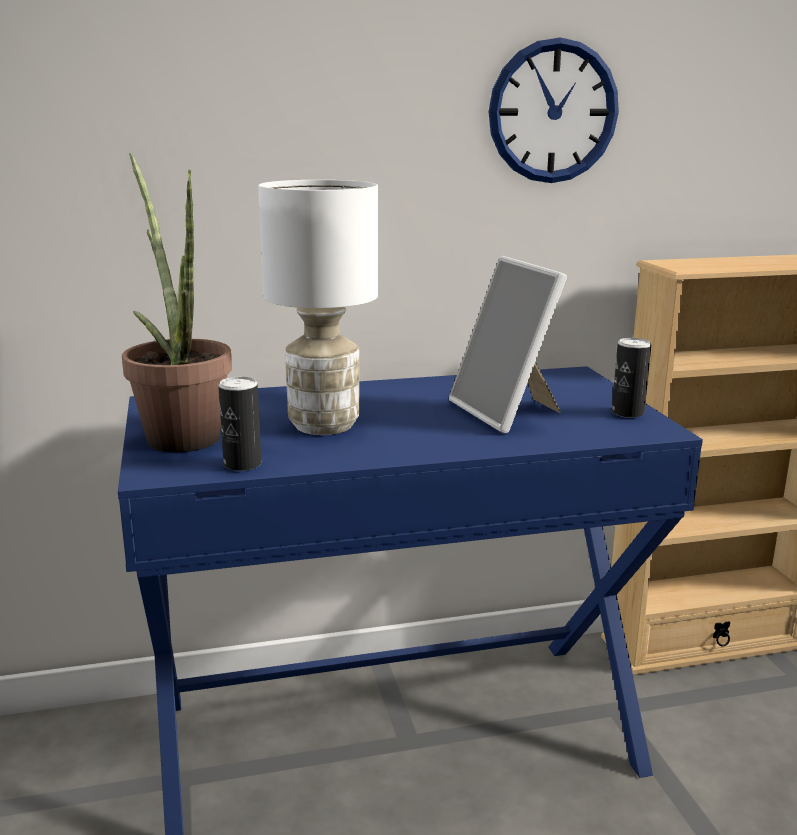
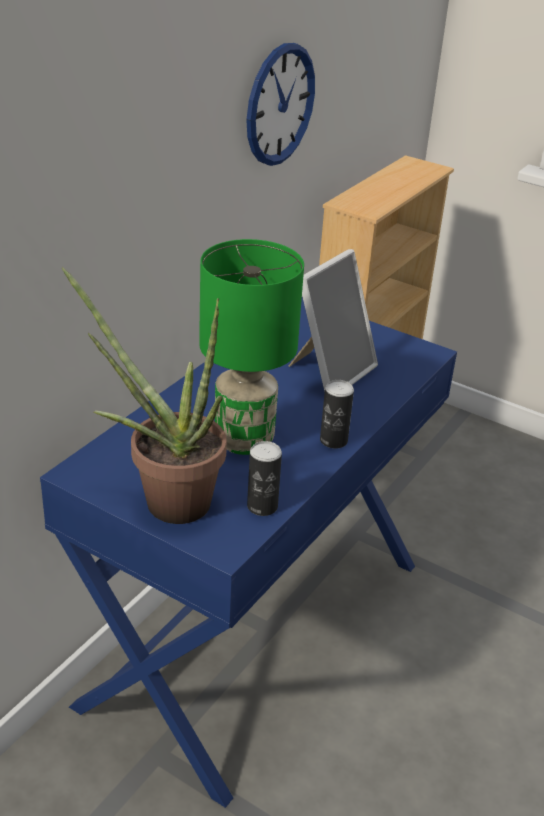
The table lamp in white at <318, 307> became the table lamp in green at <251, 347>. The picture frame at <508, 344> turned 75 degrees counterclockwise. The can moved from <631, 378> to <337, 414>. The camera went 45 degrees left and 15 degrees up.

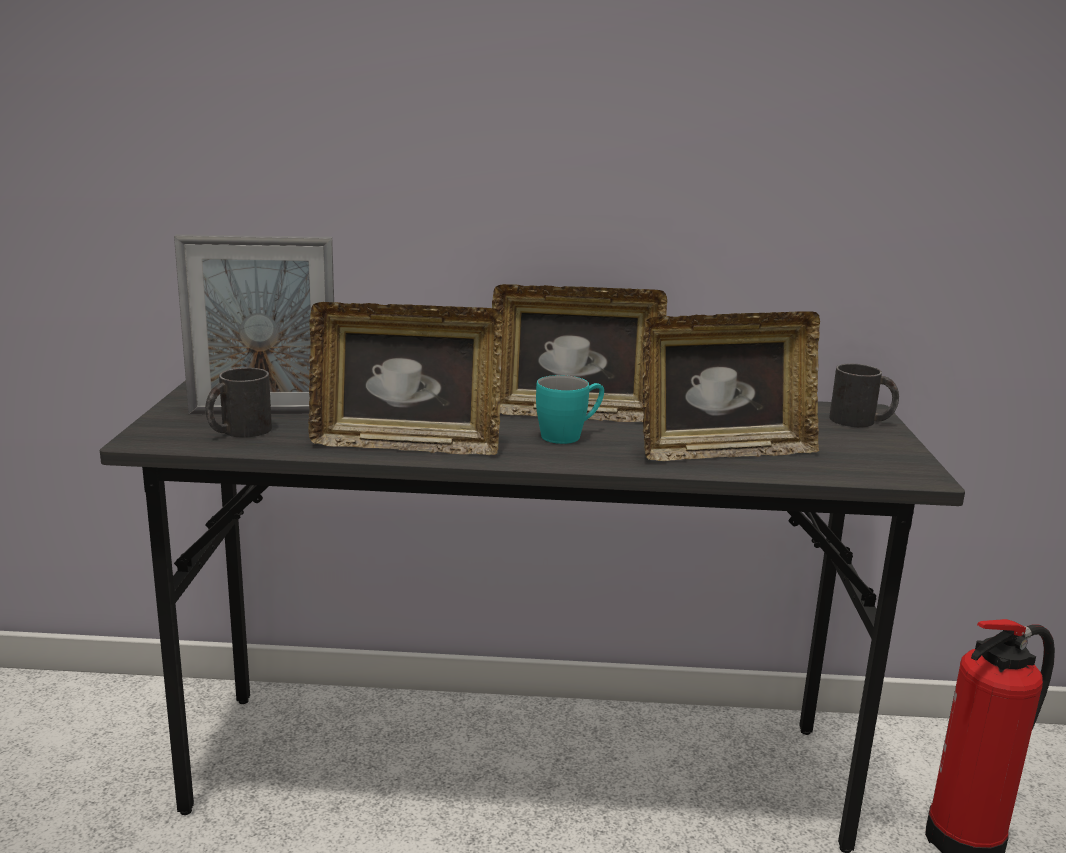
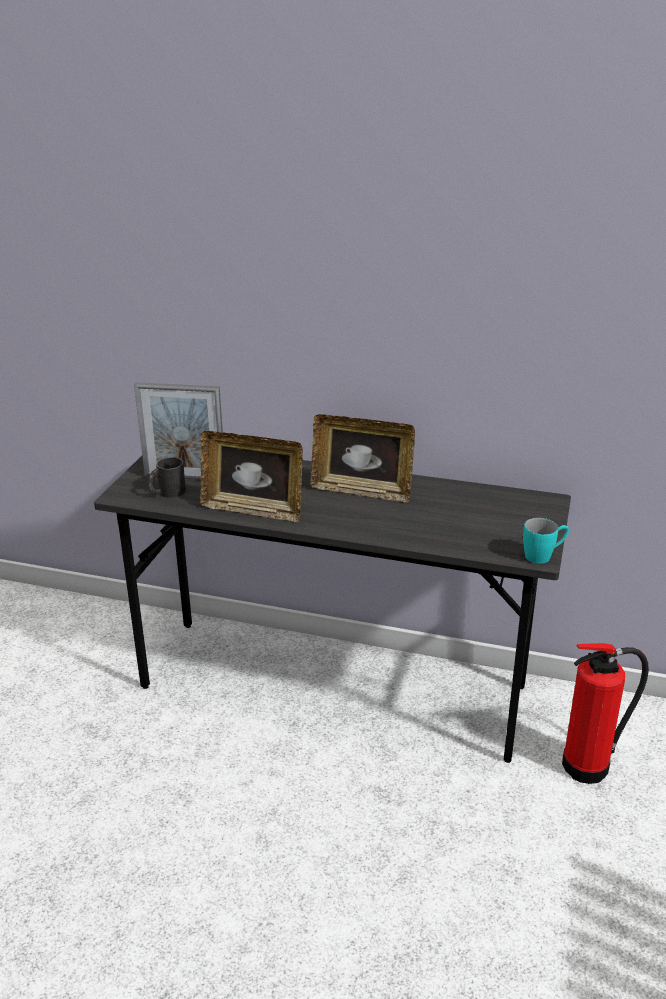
The picture frame at <731, 386> disappeared. The mug in black at <864, 395> disappeared. The mug in turquoise moved from <570, 409> to <546, 541>. The camera went 15 degrees right and 10 degrees up.

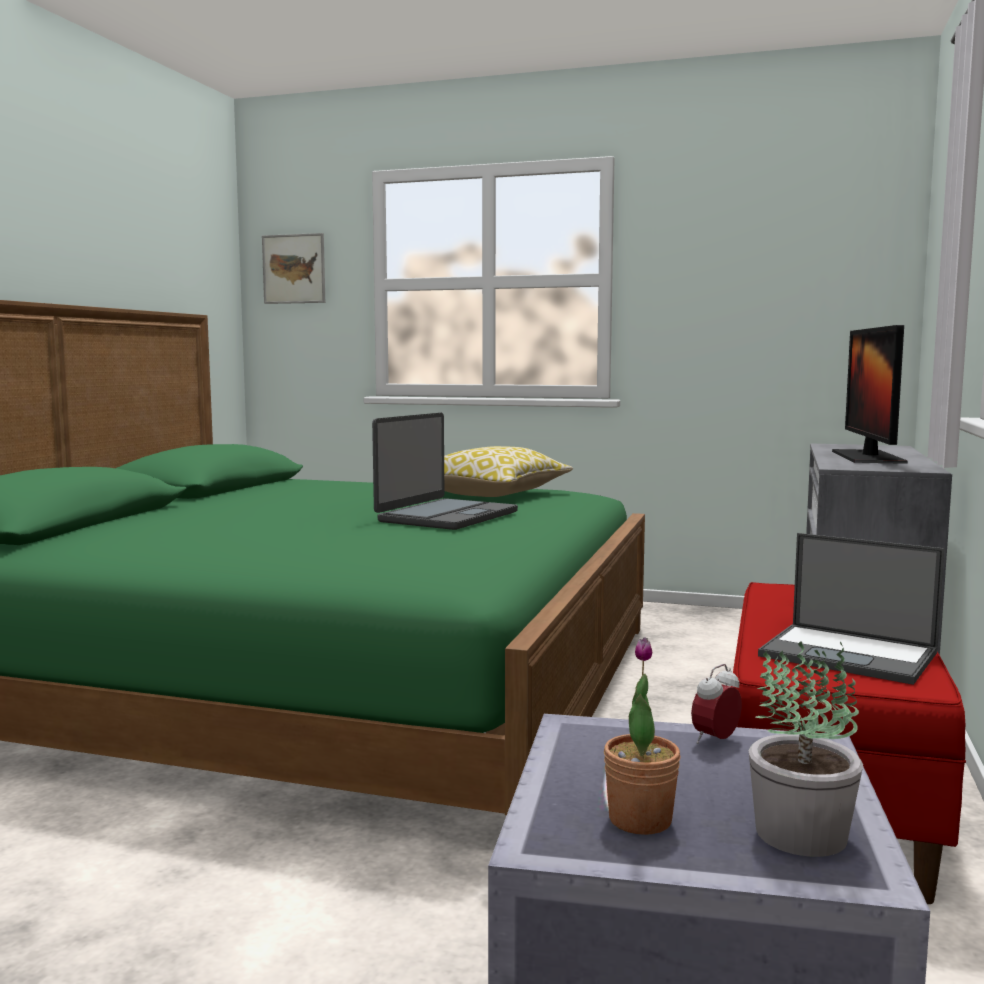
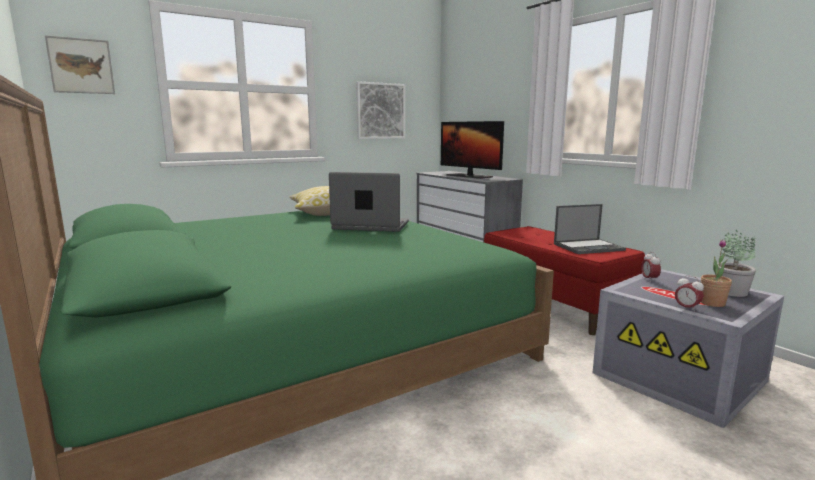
The laptop at <445, 471> turned 60 degrees counterclockwise. The picture at <380, 110> appeared. The alarm clock at <689, 293> appeared. The camera went 50 degrees left and 5 degrees up.

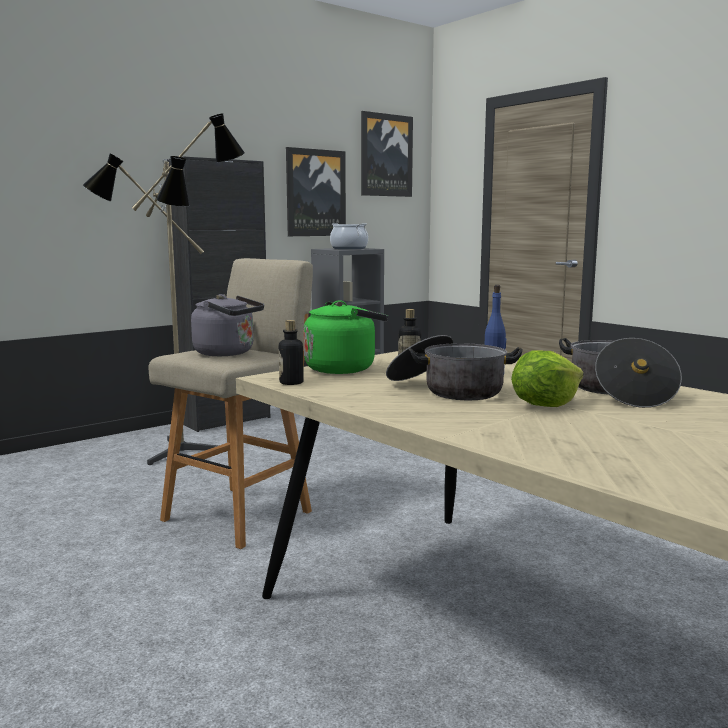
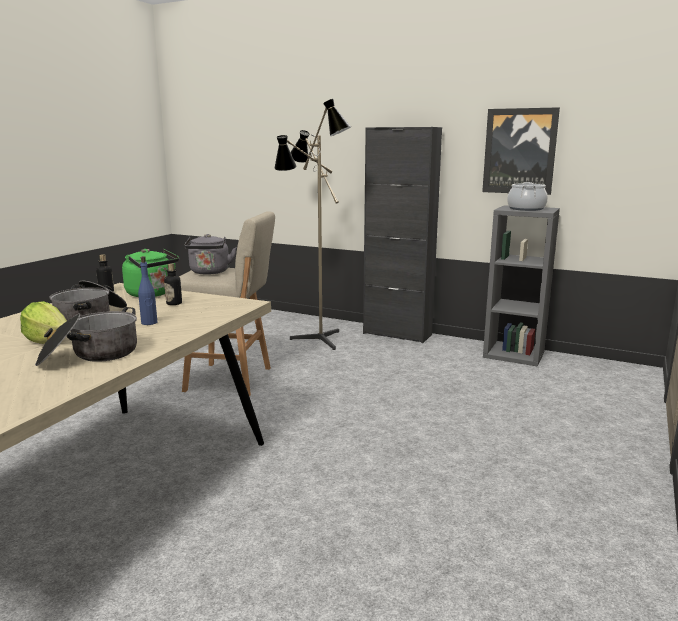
The picture at <387, 154> disappeared. The camera went 65 degrees right and 5 degrees up.

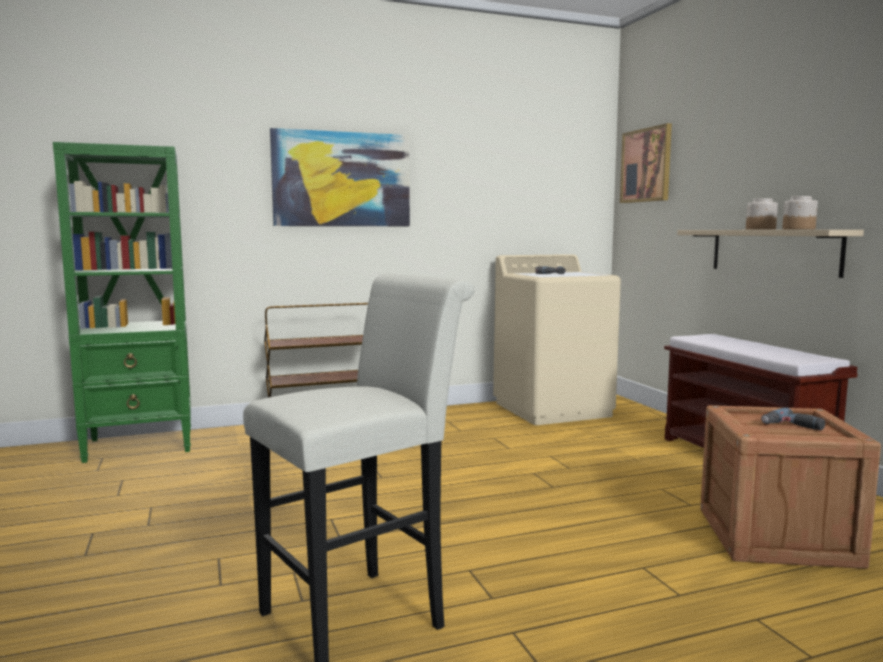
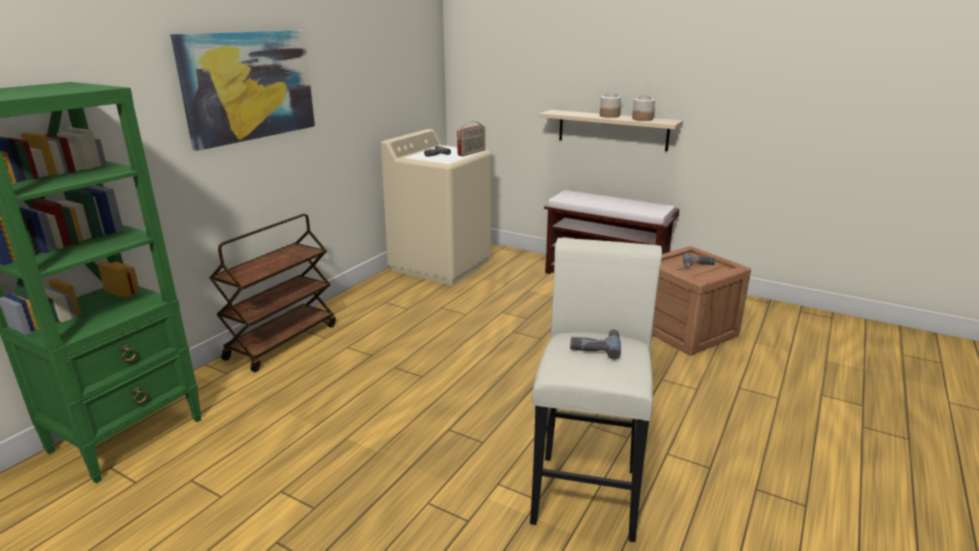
The picture at <646, 163> disappeared. The radio at <471, 138> appeared. The power drill at <595, 344> appeared. The camera went 40 degrees left and 15 degrees up.

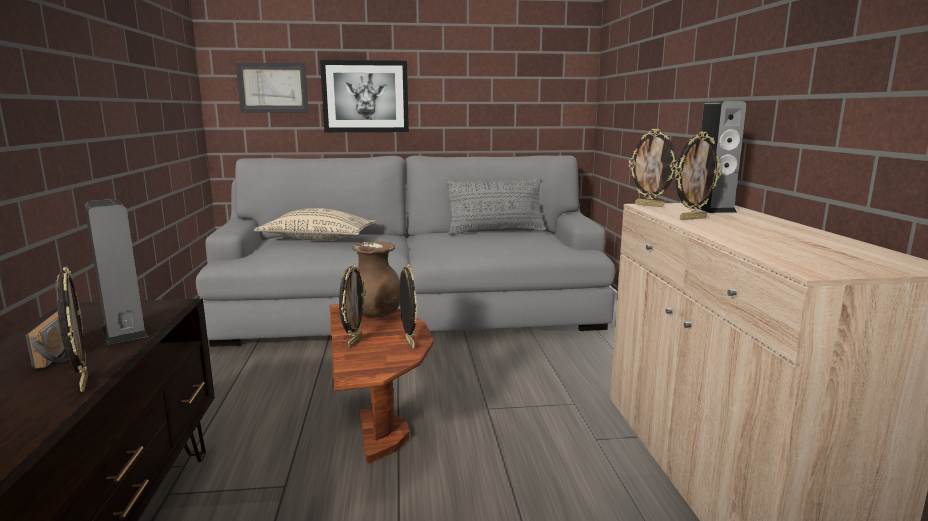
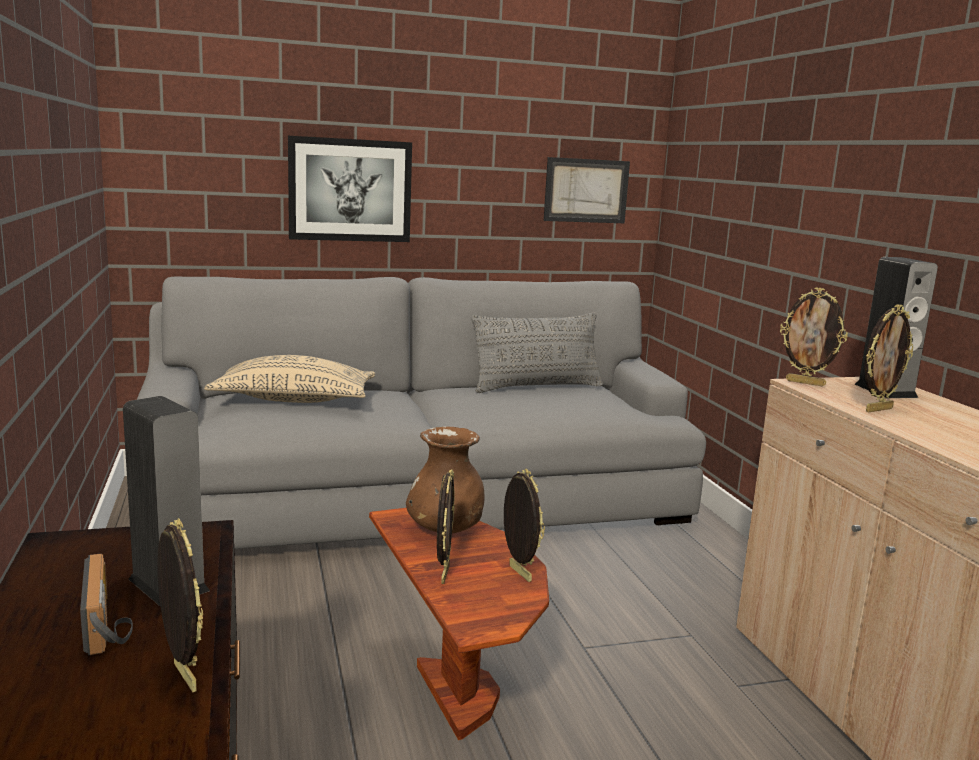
The picture moved from <272, 87> to <587, 190>. The camera went 10 degrees left and 0 degrees up.

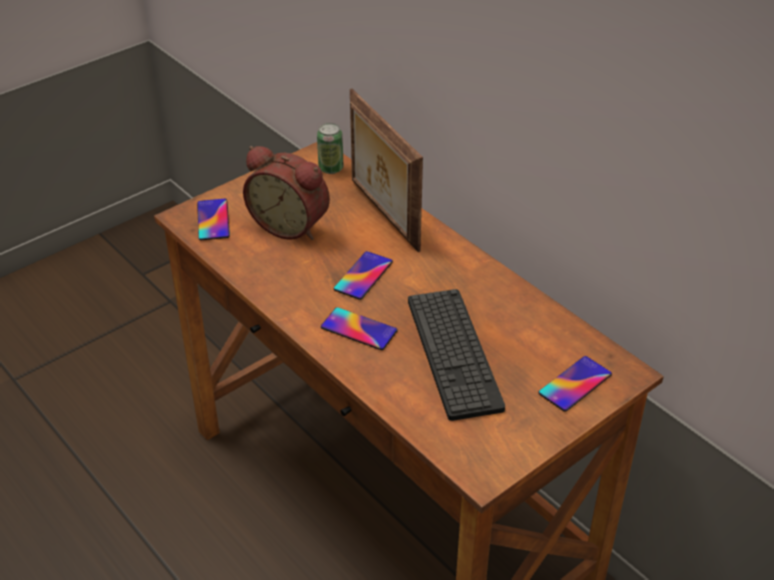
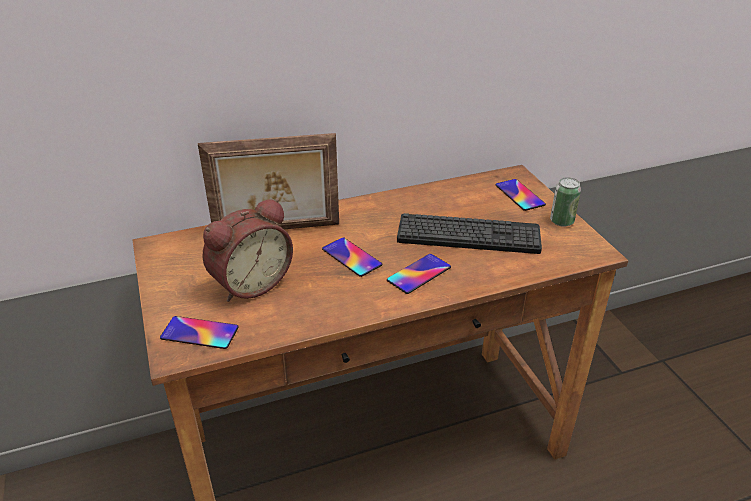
The can moved from <330, 148> to <565, 202>. The camera went 70 degrees left and 5 degrees down.

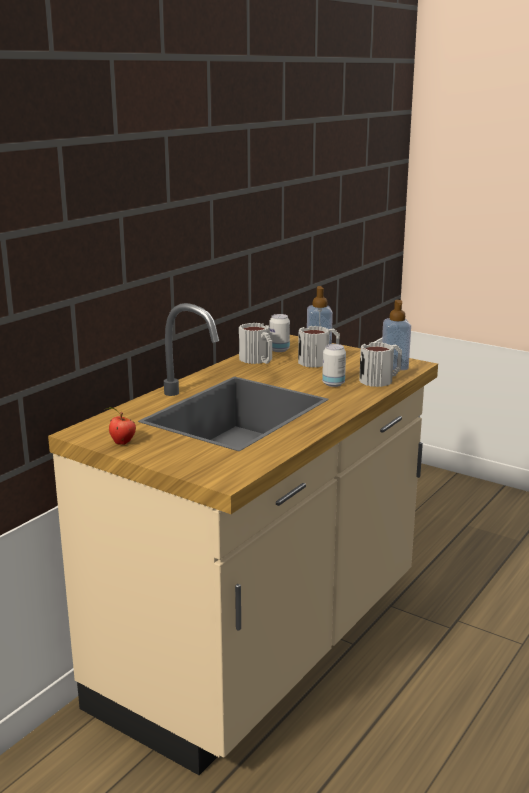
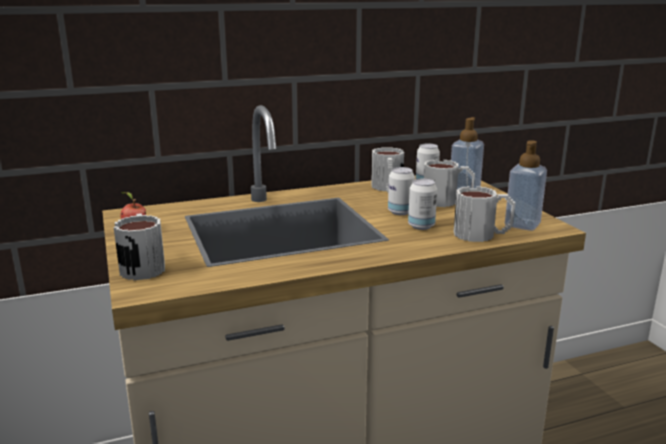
The can at <401, 191> appeared. The mug at <139, 246> appeared. The camera went 35 degrees right and 0 degrees up.

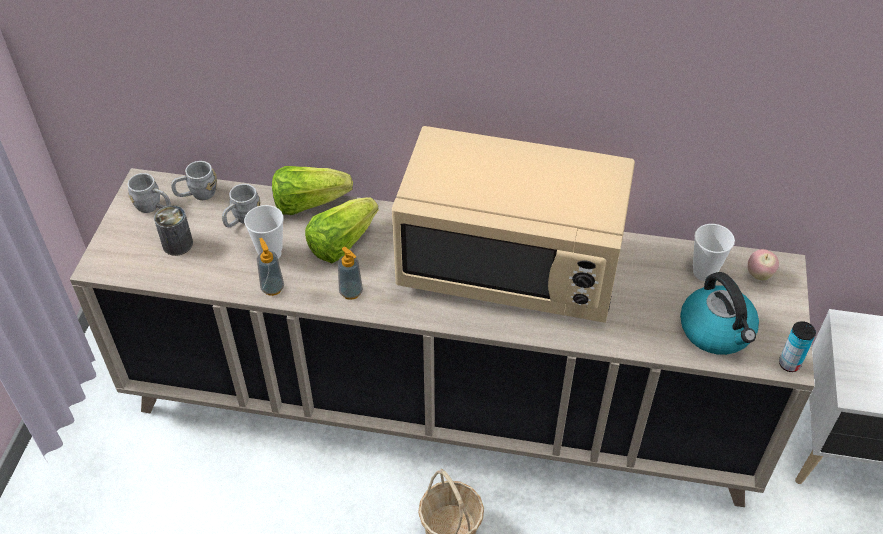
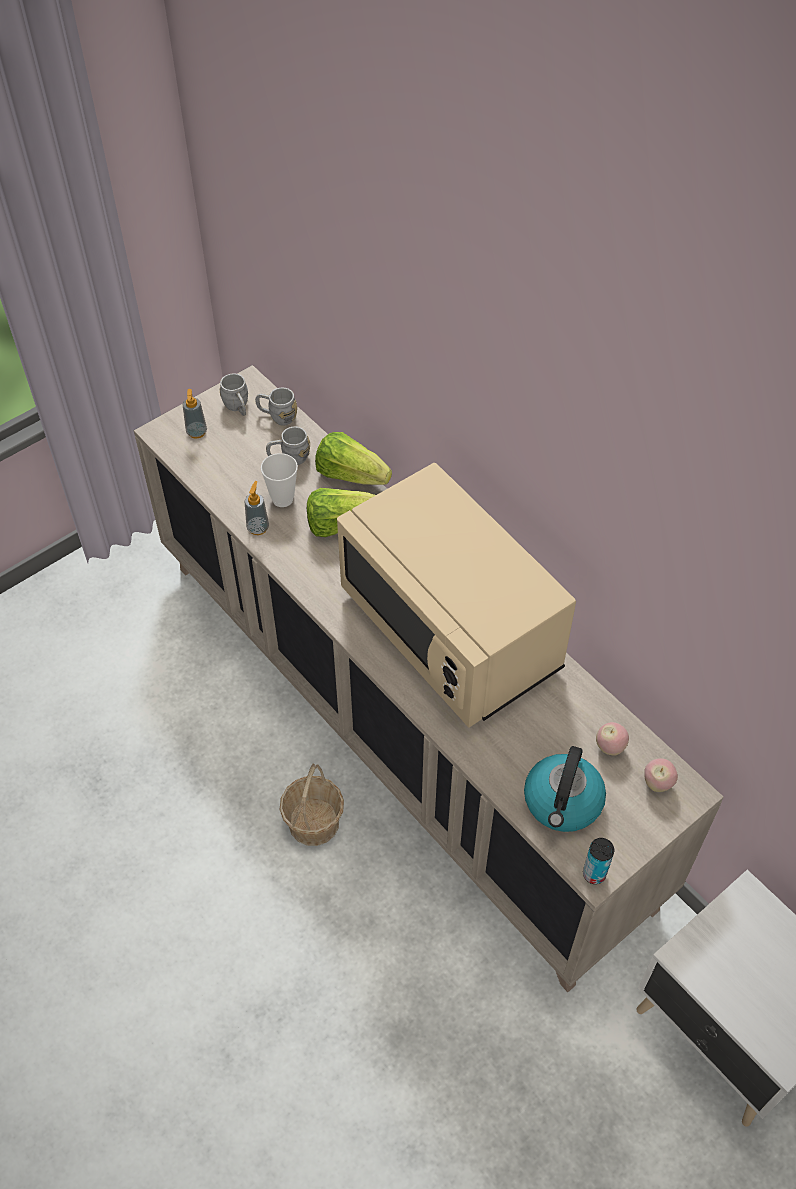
The can at <173, 230> disappeared. The cup at <714, 252> was replaced by the apple at <612, 739>. The soap dispenser moved from <350, 273> to <194, 414>. The camera went 40 degrees right and 5 degrees up.

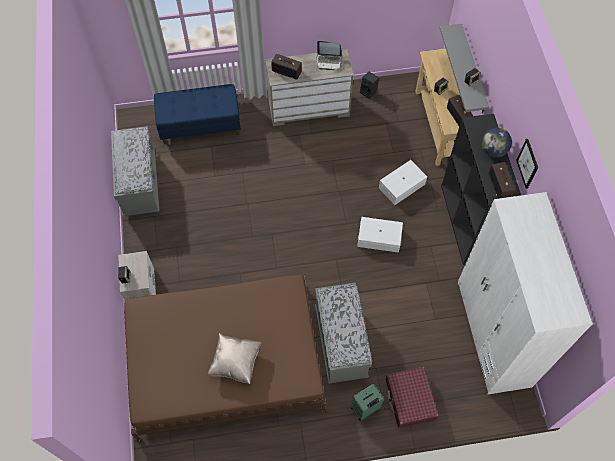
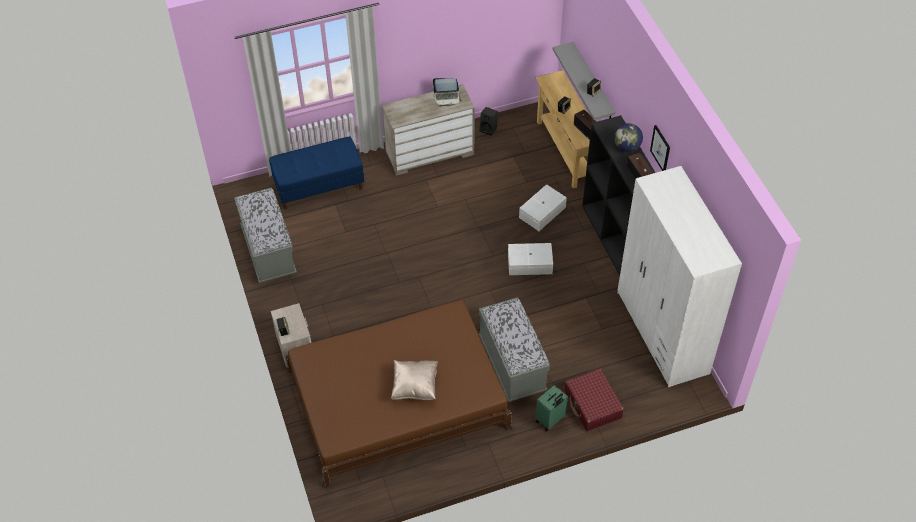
The radio at <286, 67> disappeared. The camera went 10 degrees left and 10 degrees down.

